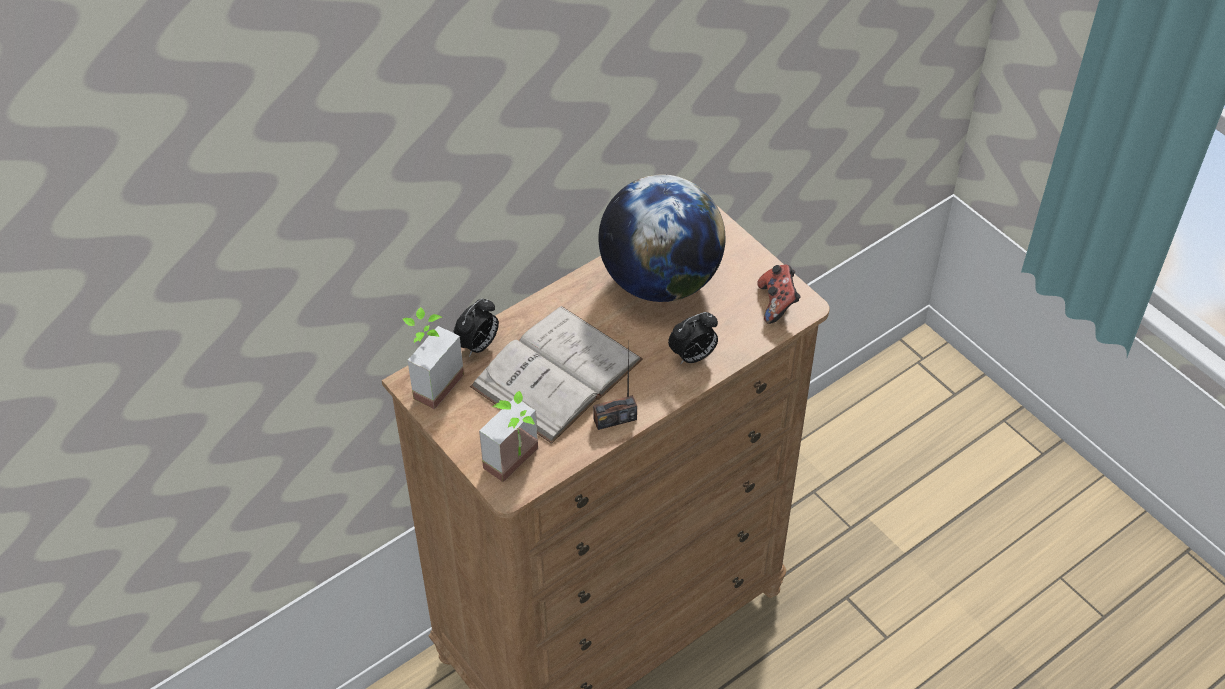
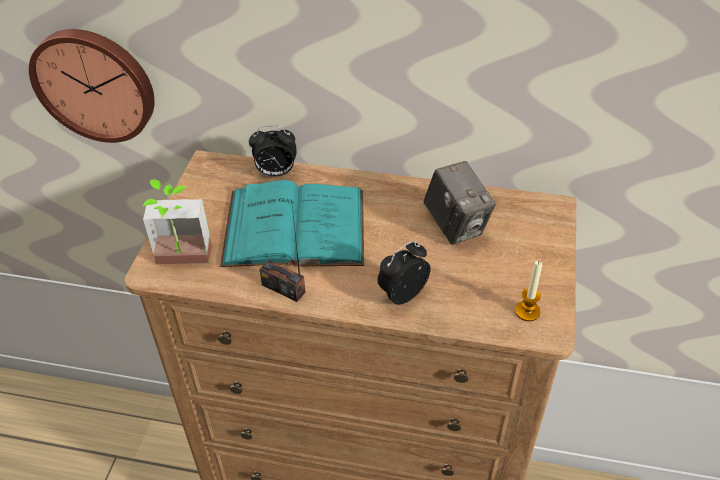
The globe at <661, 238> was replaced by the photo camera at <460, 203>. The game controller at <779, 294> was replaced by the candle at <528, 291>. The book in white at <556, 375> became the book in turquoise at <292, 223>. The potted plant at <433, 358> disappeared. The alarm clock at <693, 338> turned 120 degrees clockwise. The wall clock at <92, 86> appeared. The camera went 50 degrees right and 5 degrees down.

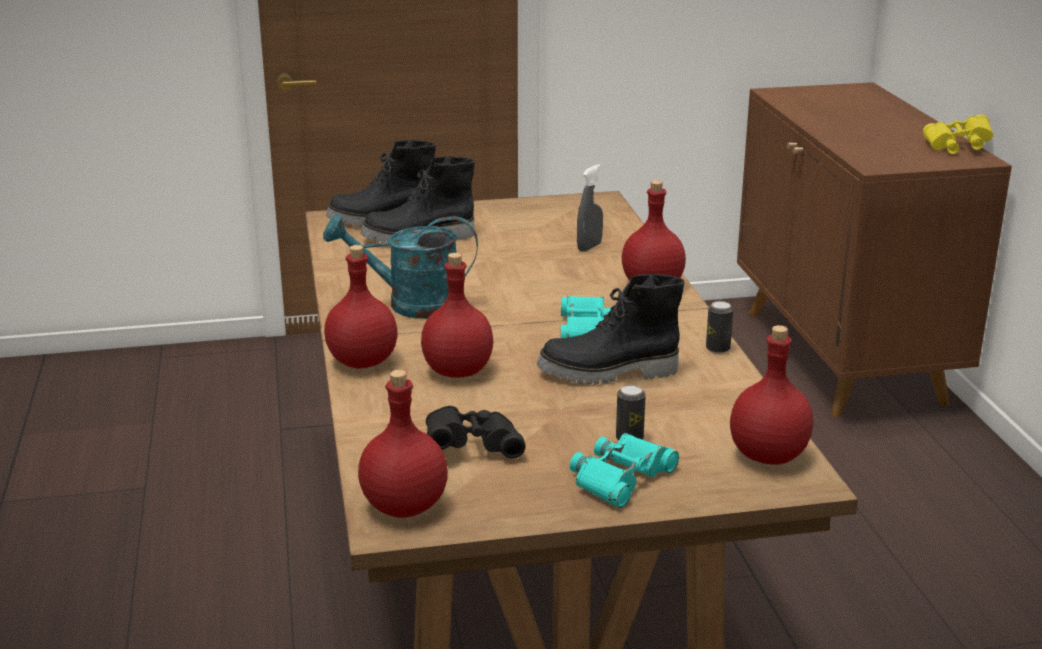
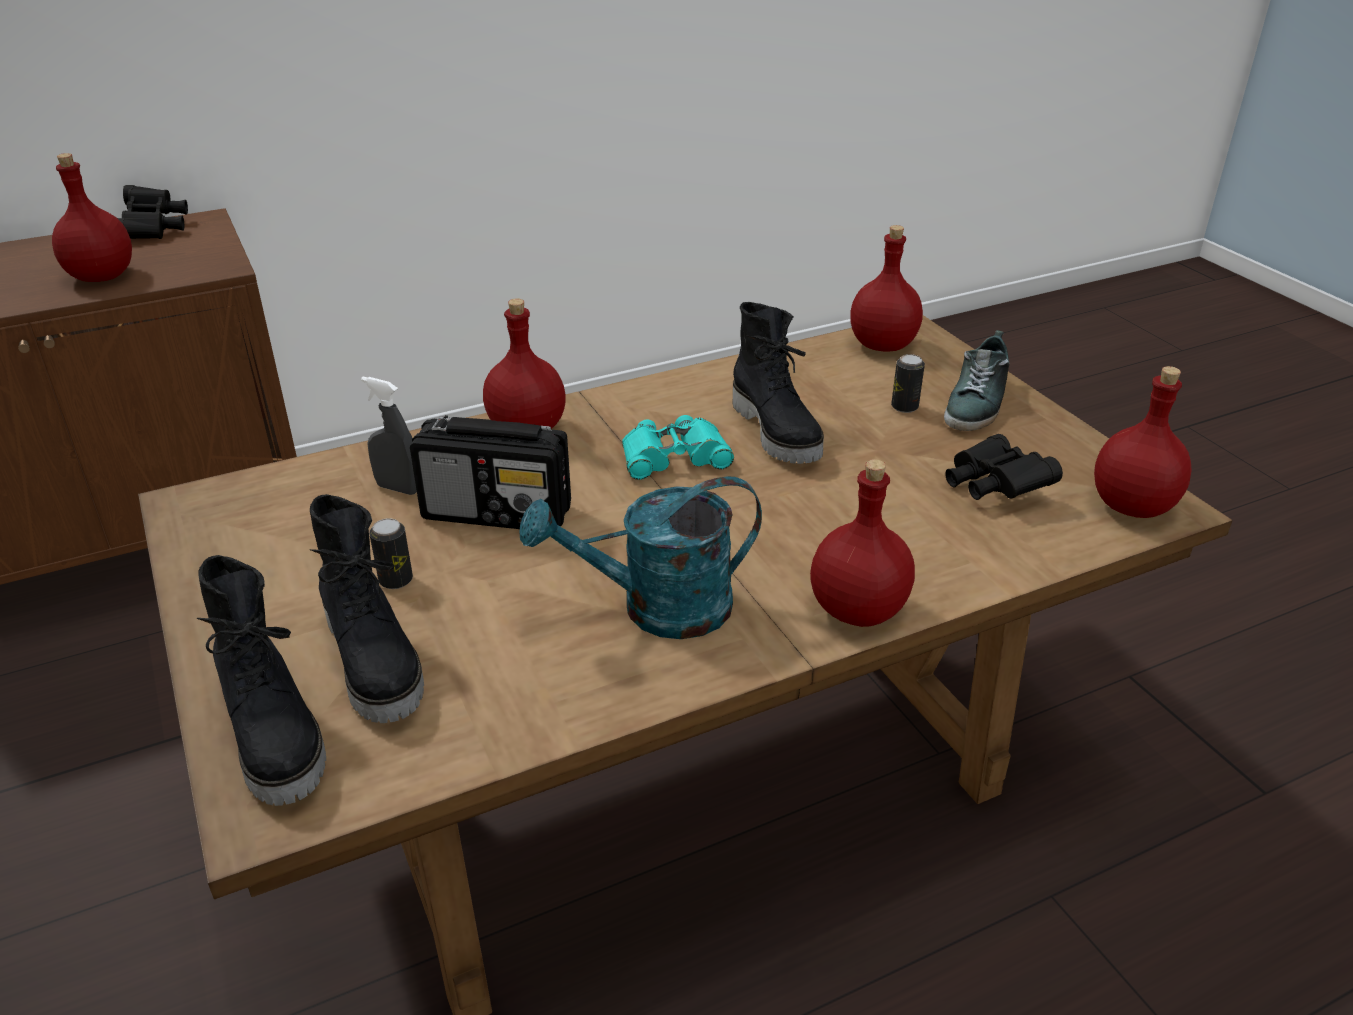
The binoculars in yellow at <958, 134> became the binoculars in black at <153, 212>. The watering can in turquoise at <400, 266> turned 90 degrees clockwise. The bottle in red moved from <457, 315> to <92, 217>. The can moved from <719, 327> to <391, 553>. The binoculars in turquoise at <624, 470> was replaced by the shoe at <977, 380>. The radio at <490, 472> appeared. The camera went 105 degrees left and 10 degrees up.

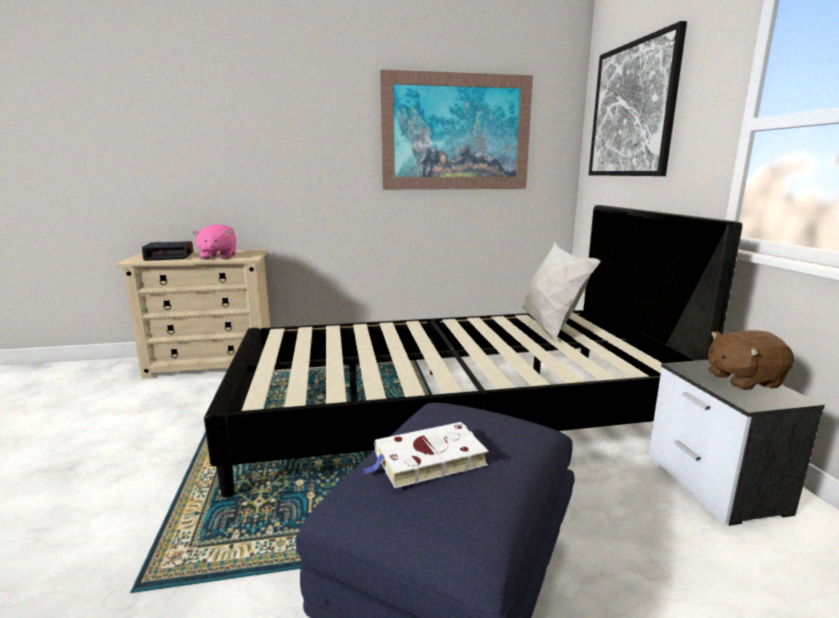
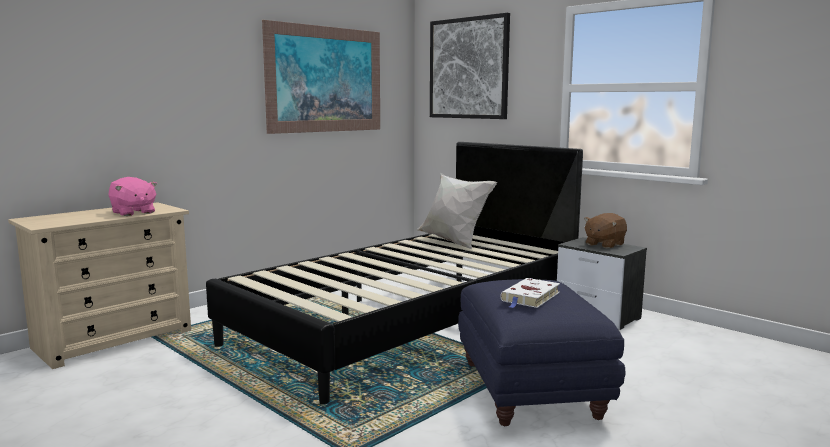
The alarm clock at <167, 251> disappeared. The camera went 35 degrees left and 5 degrees down.

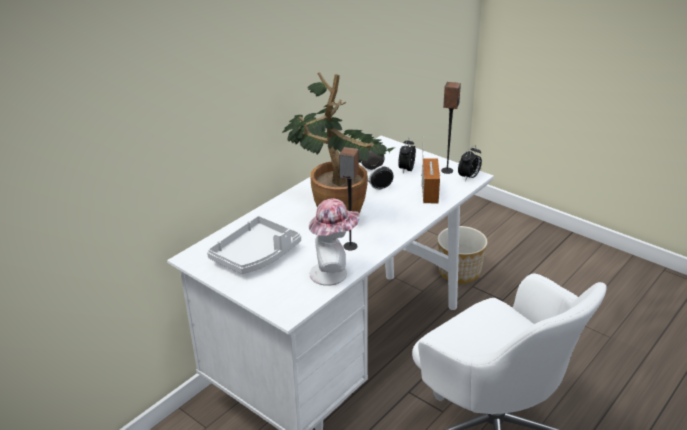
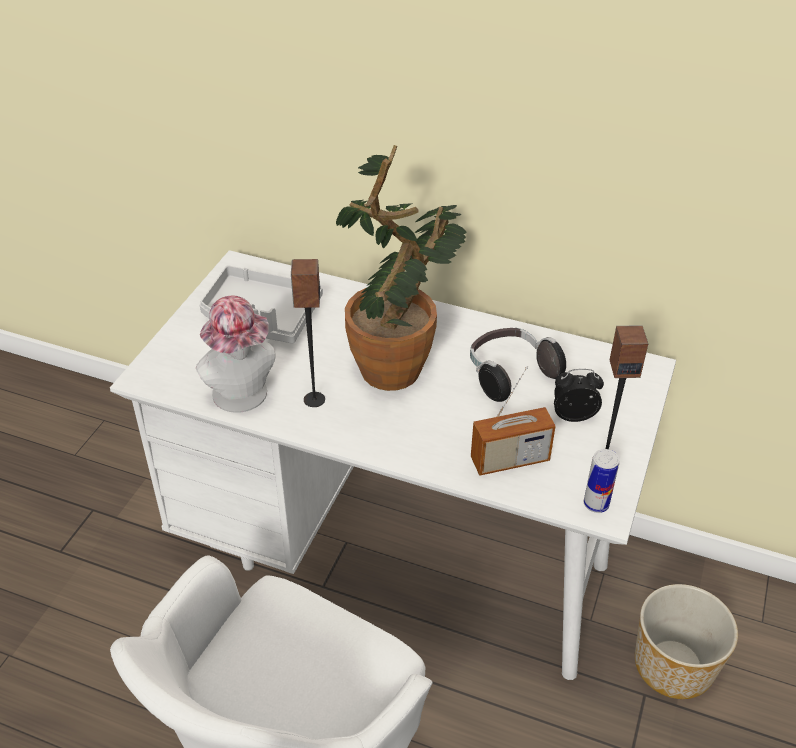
The alarm clock at <470, 163> was replaced by the can at <602, 481>. The camera went 70 degrees right and 10 degrees up.

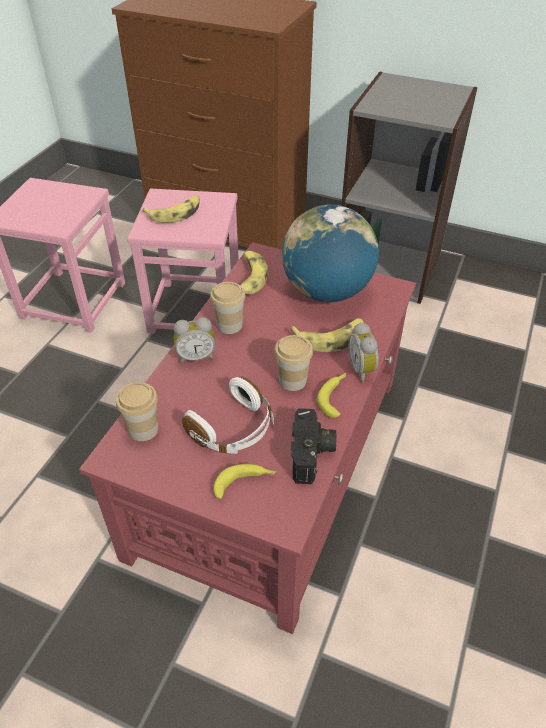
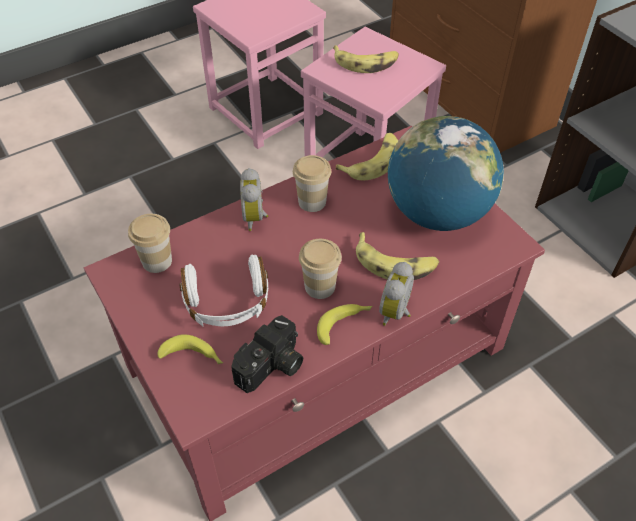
The alarm clock at <194, 340> turned 60 degrees clockwise. The camera went 35 degrees right and 5 degrees up.

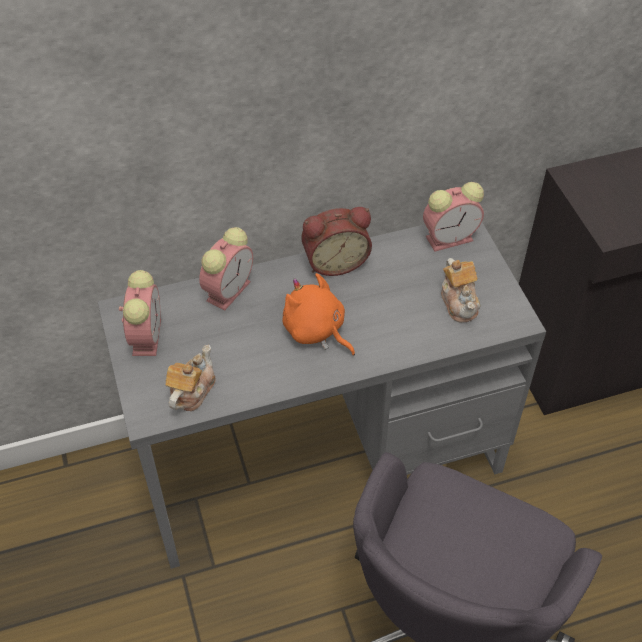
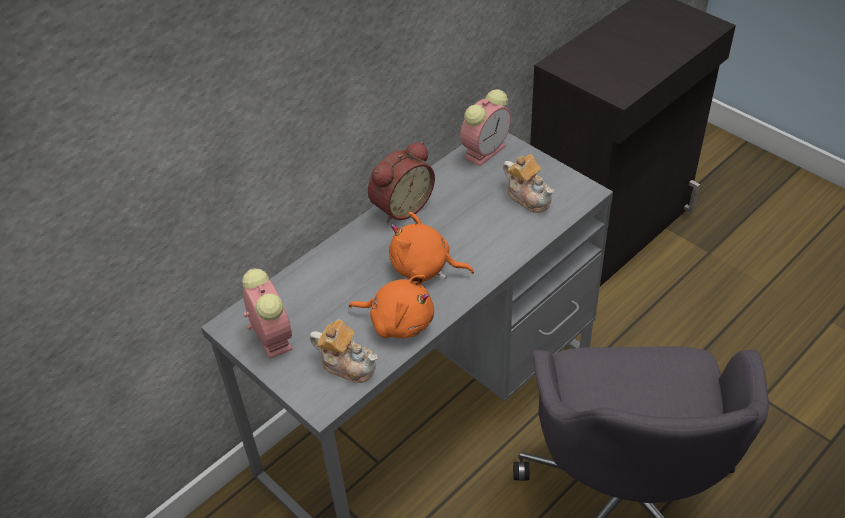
The alarm clock at <226, 268> disappeared. The teapot at <190, 378> turned 120 degrees clockwise. The plush toy in orange at <391, 306> appeared. The camera went 25 degrees left and 5 degrees down.

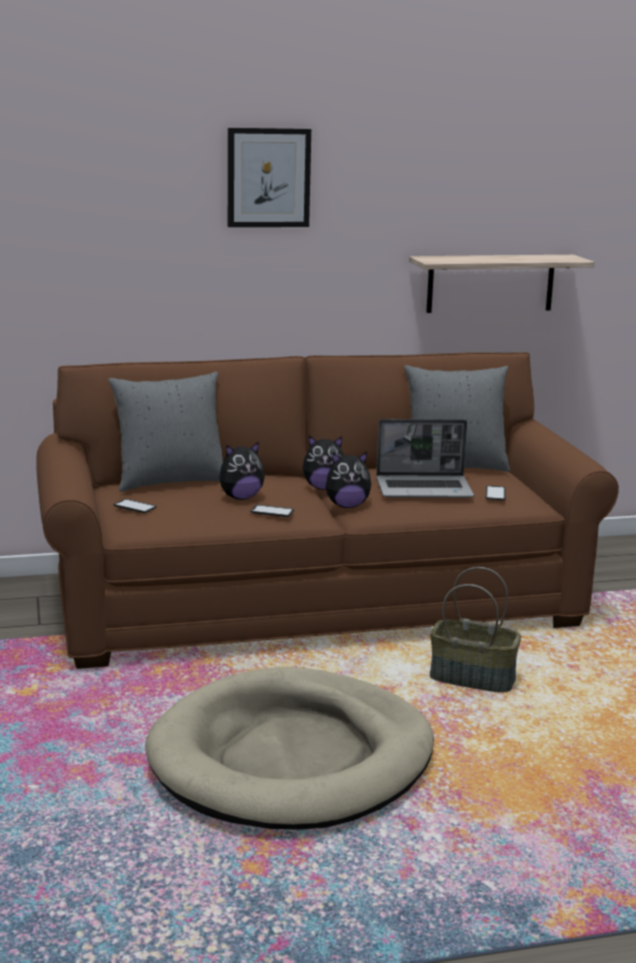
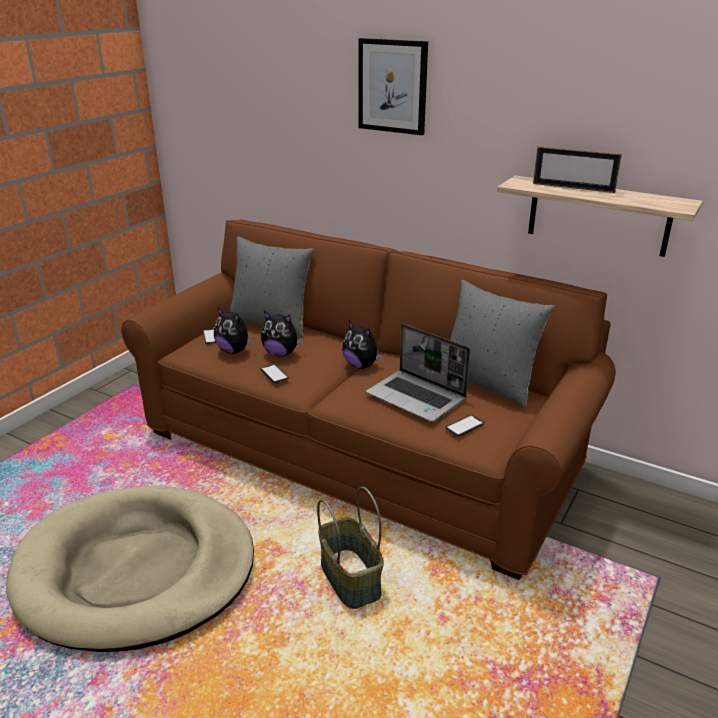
The plush toy moved from <349, 480> to <234, 330>. The picture frame at <577, 169> appeared. The camera went 45 degrees right and 10 degrees up.

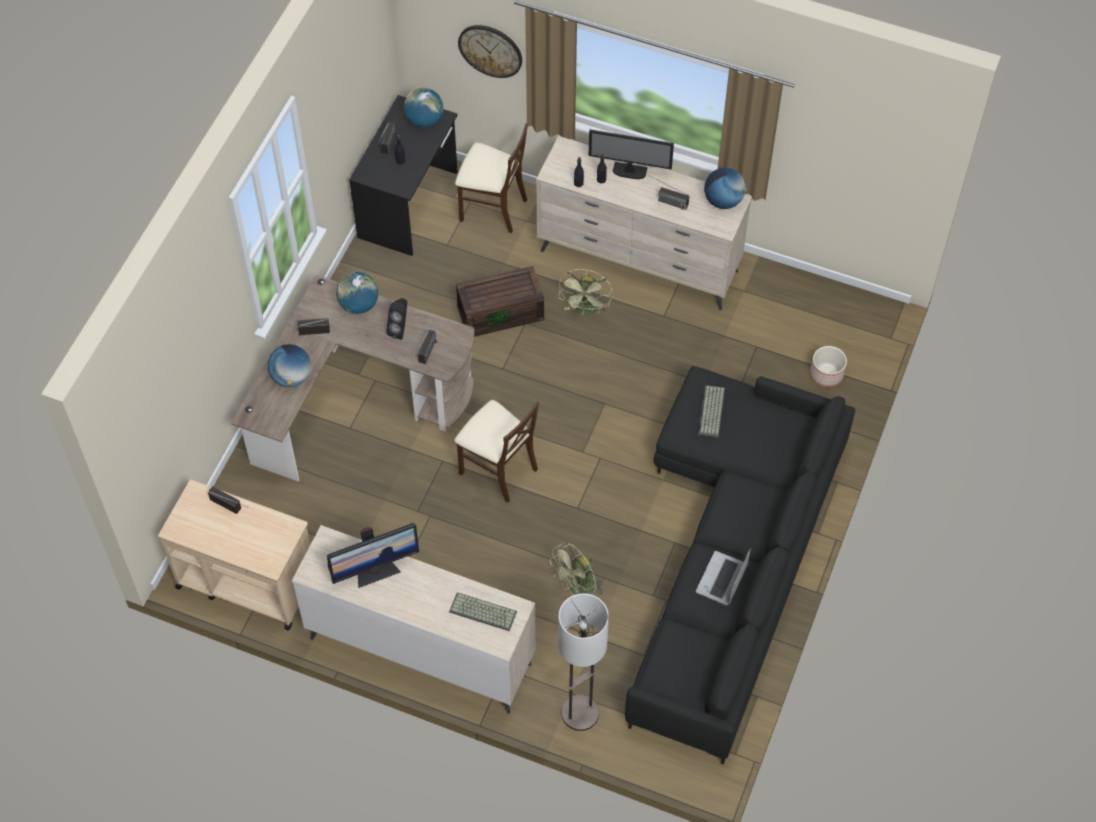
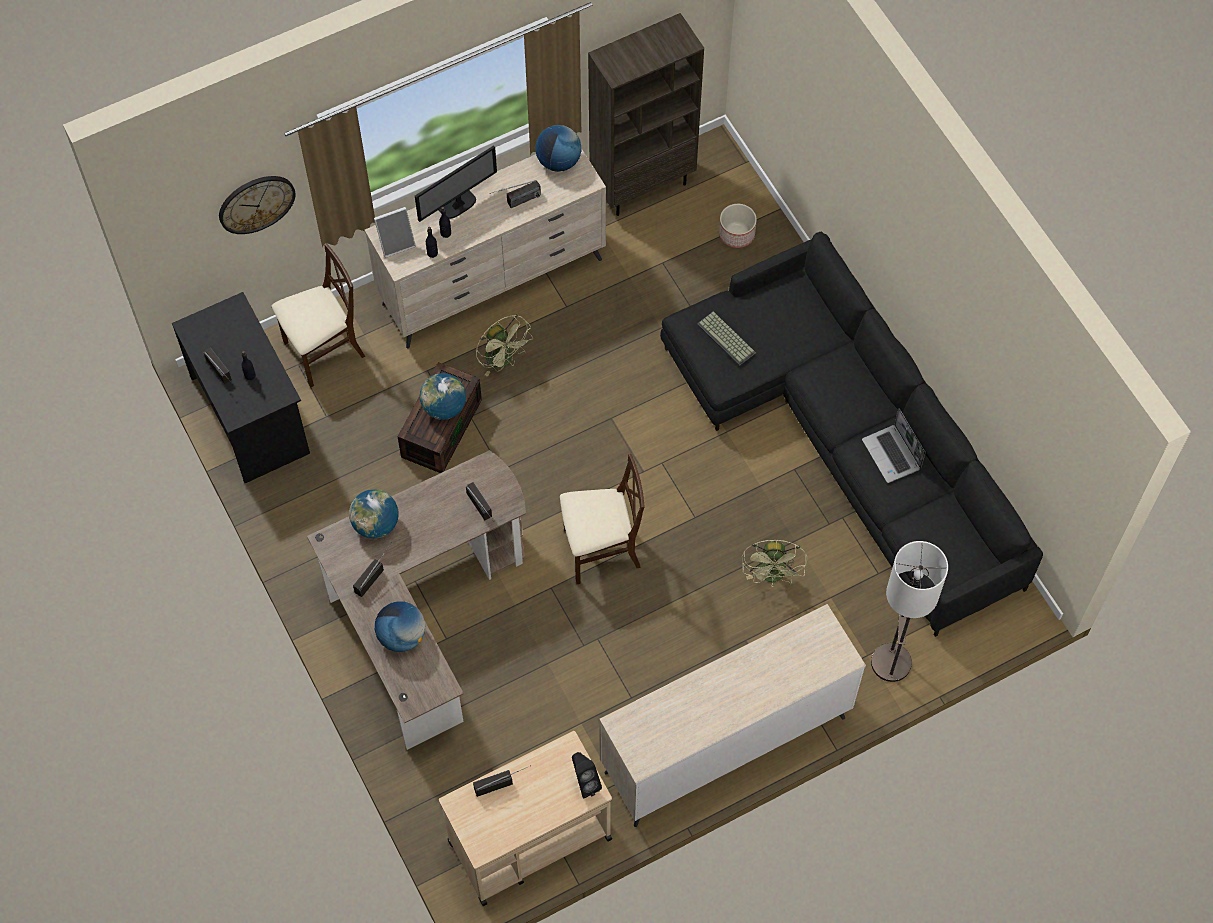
The globe moved from <423, 108> to <443, 396>. The speaker in black moved from <396, 319> to <587, 775>. The monitor at <373, 555> disappeared. The keyboard at <483, 611> disappeared. The bookcase in brown at <646, 114> appeared. The picture frame at <395, 232> appeared. The camera went 50 degrees left and 5 degrees up.

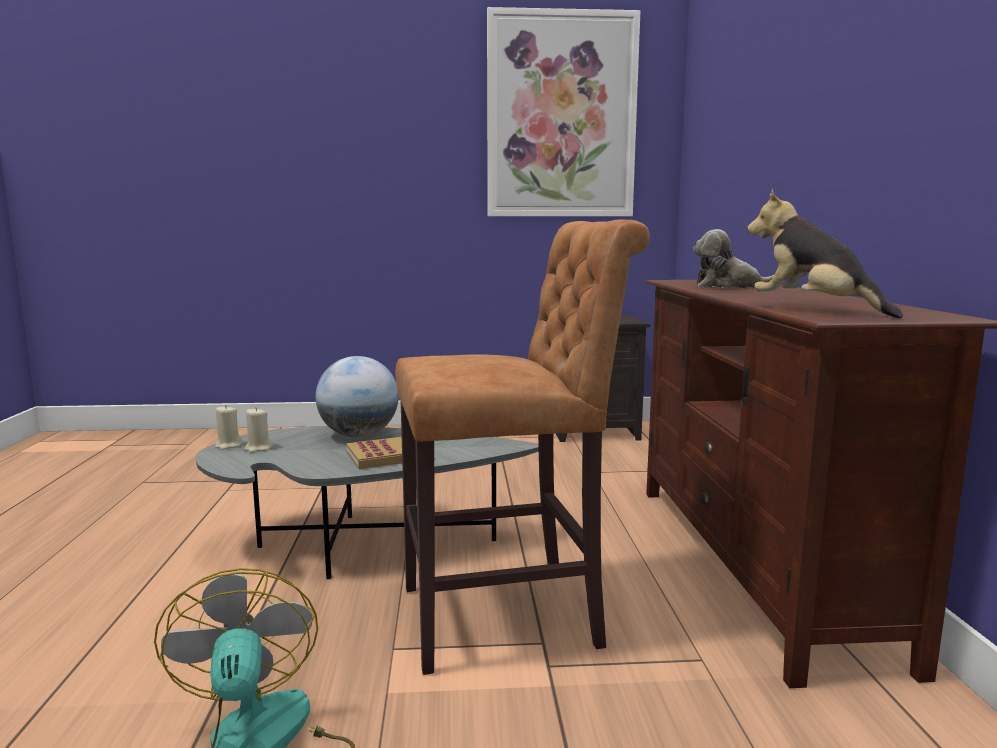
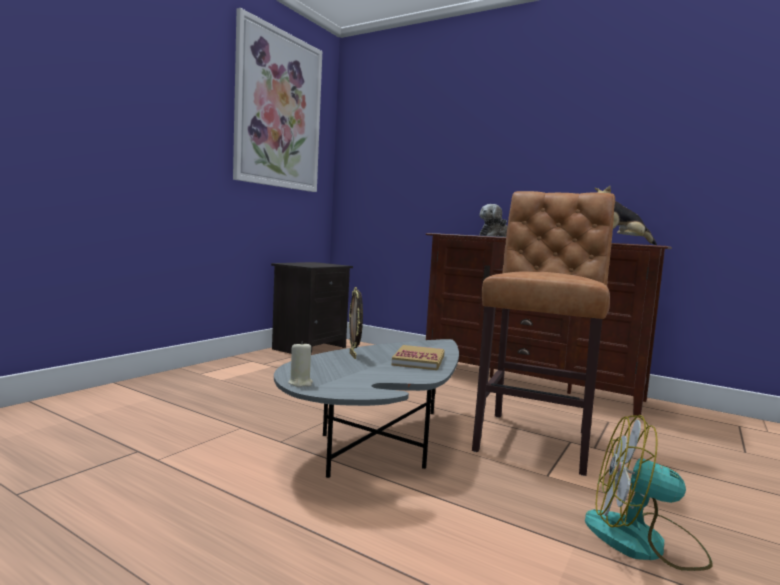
The globe at <357, 396> was replaced by the picture frame at <356, 323>. The candle in beige at <259, 430> disappeared. The camera went 55 degrees left and 5 degrees down.

